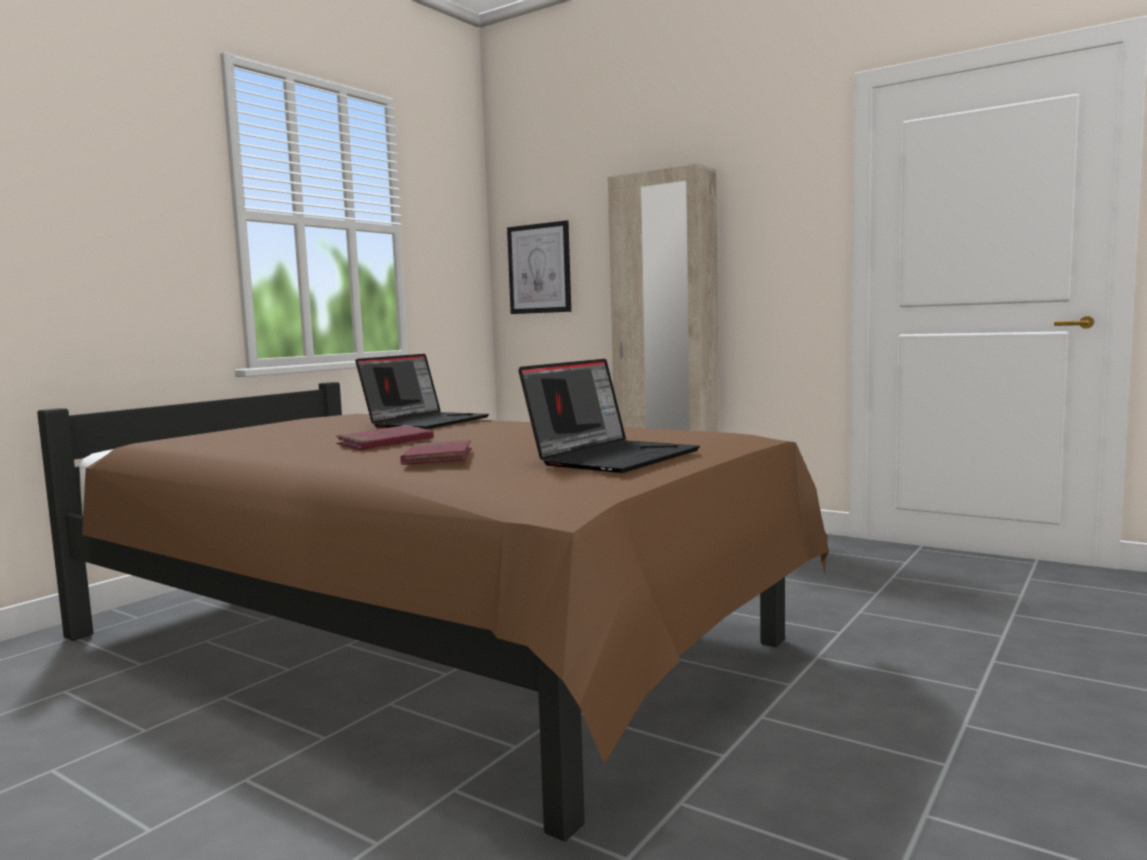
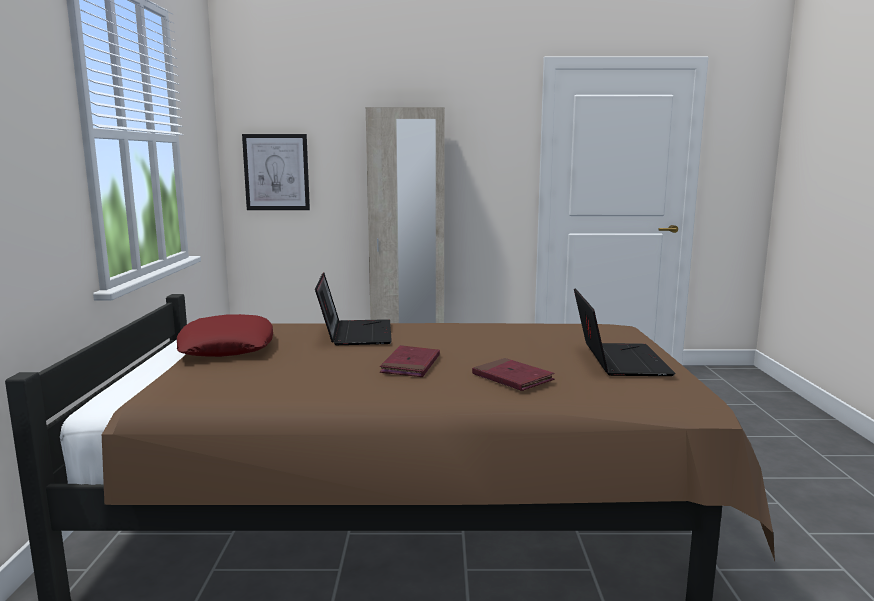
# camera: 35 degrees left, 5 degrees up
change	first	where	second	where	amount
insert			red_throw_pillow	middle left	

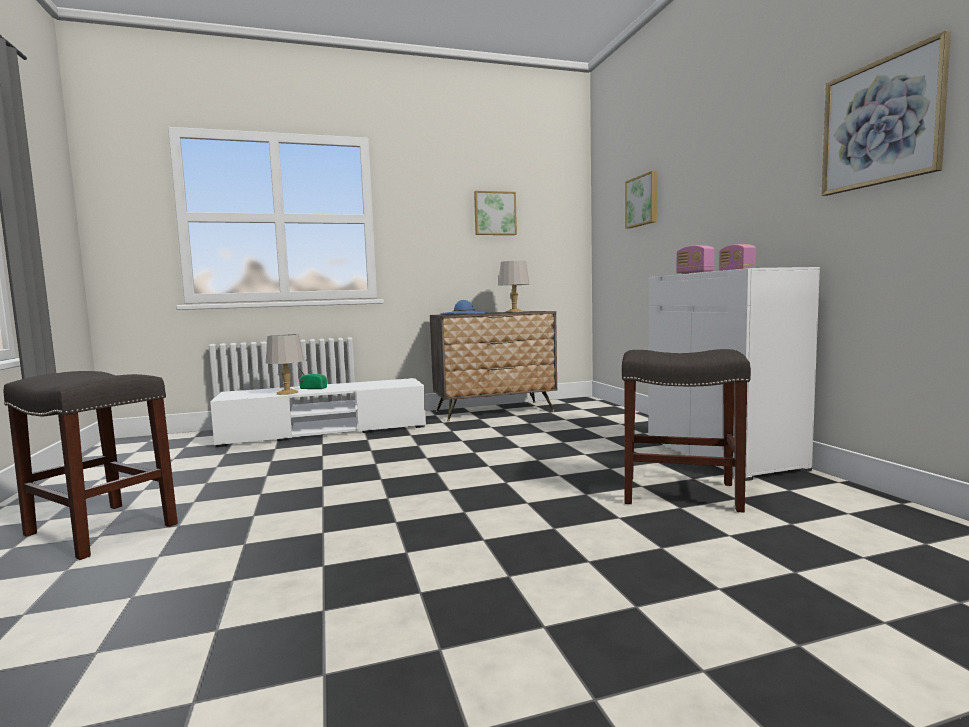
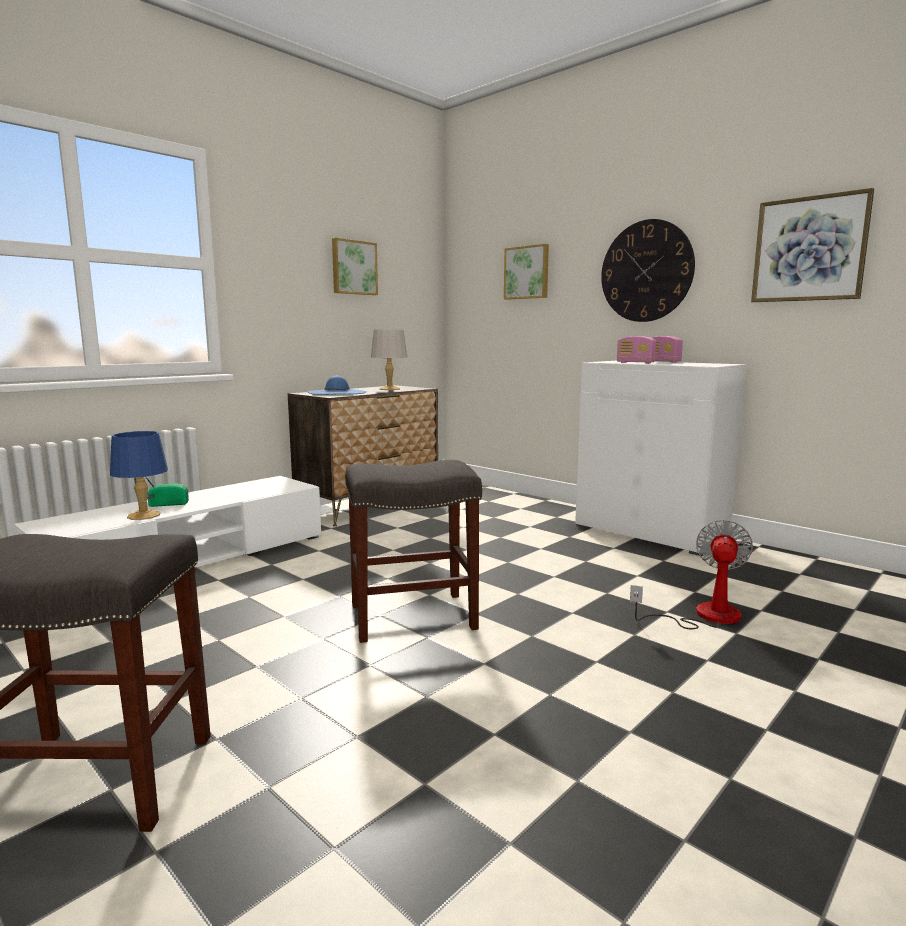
# camera: 30 degrees left, 5 degrees up
change	first	where	second	where	amount
insert			wall_clock	top right	
insert			fan	middle right	
move	greyish_sitting_stool (2nd from left)	middle right		centre	
recolor	greyish_tabletop_lamp (1st from left)	middle left	blue_tabletop_lamp	middle left	

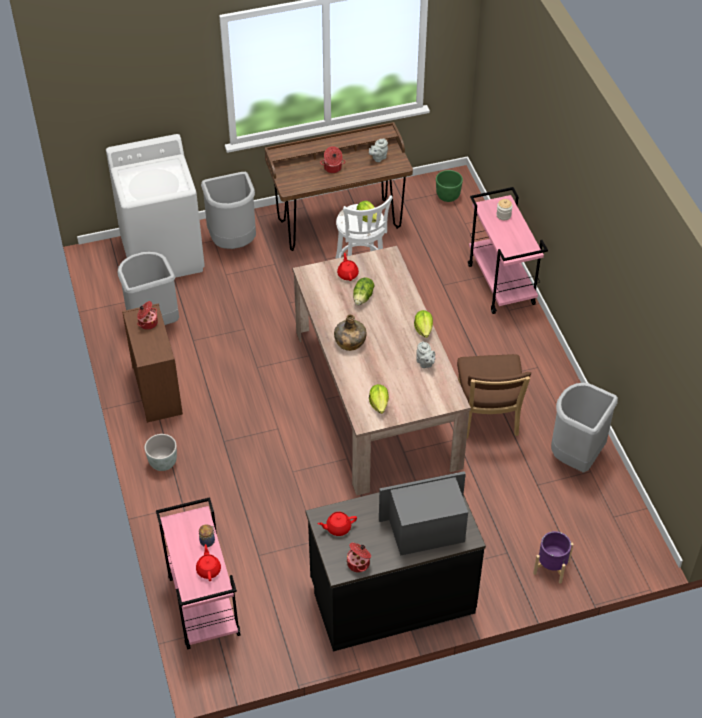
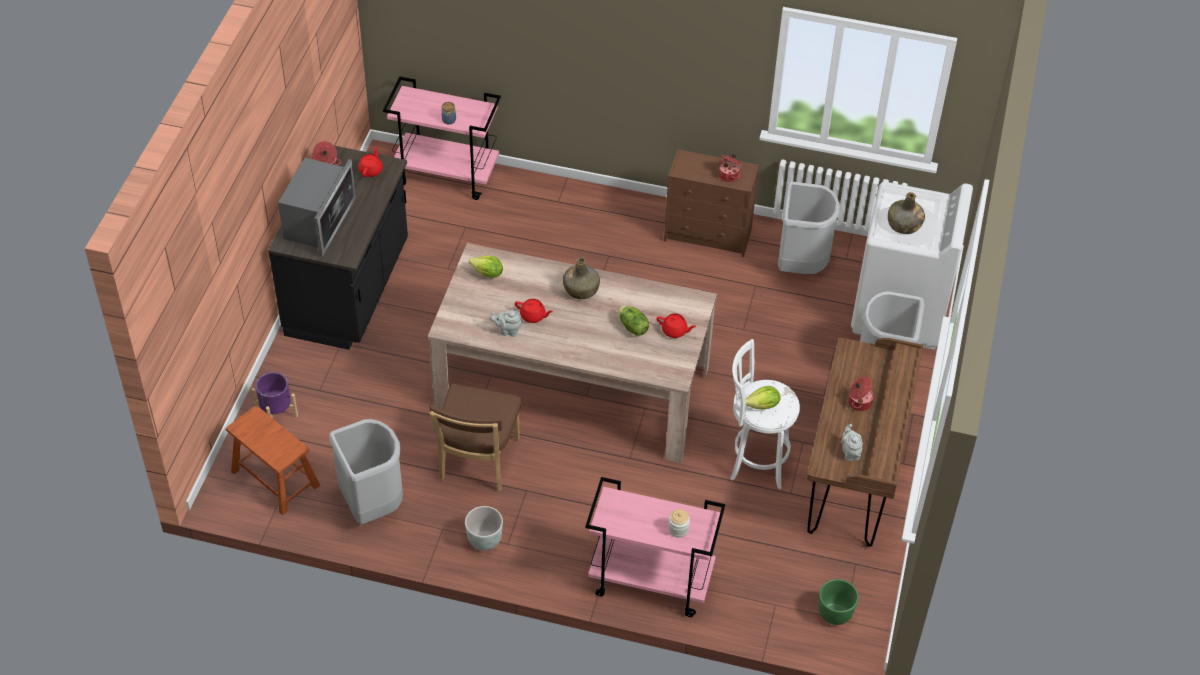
# camera: 120 degrees right, 0 degrees up
change	first	where	second	where	amount
delete	lettuce_head (4th from left)	centre			
insert			brown-coloured_sitting_stool	bottom left	
insert			green_drink_bottle (2nd from left)	top right	
move	greyish_plant_pot	middle left		bottom centre	
move	red_tea_pot (1st from left in the first image)	bottom left	red_tea_pot (2nd from left)	centre	
rotate	brown-coloured_upright_chair	middle right		centre	105 degrees counterclockwise

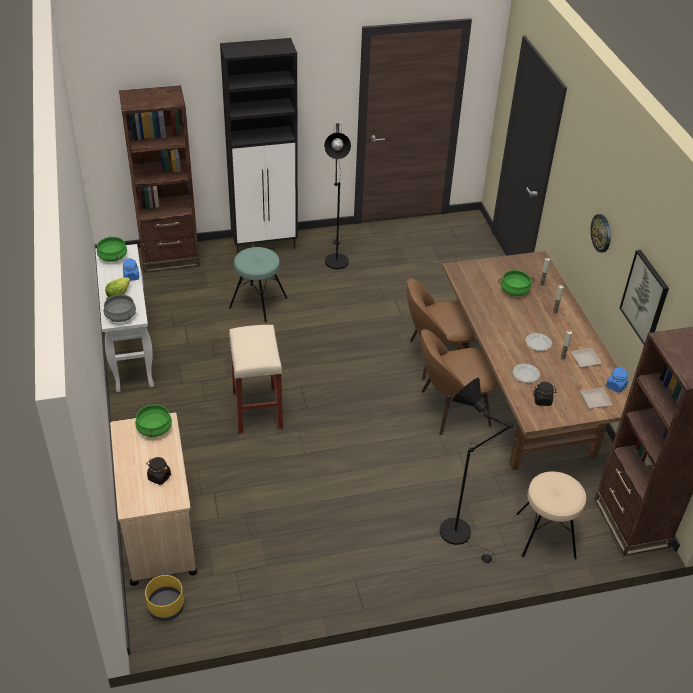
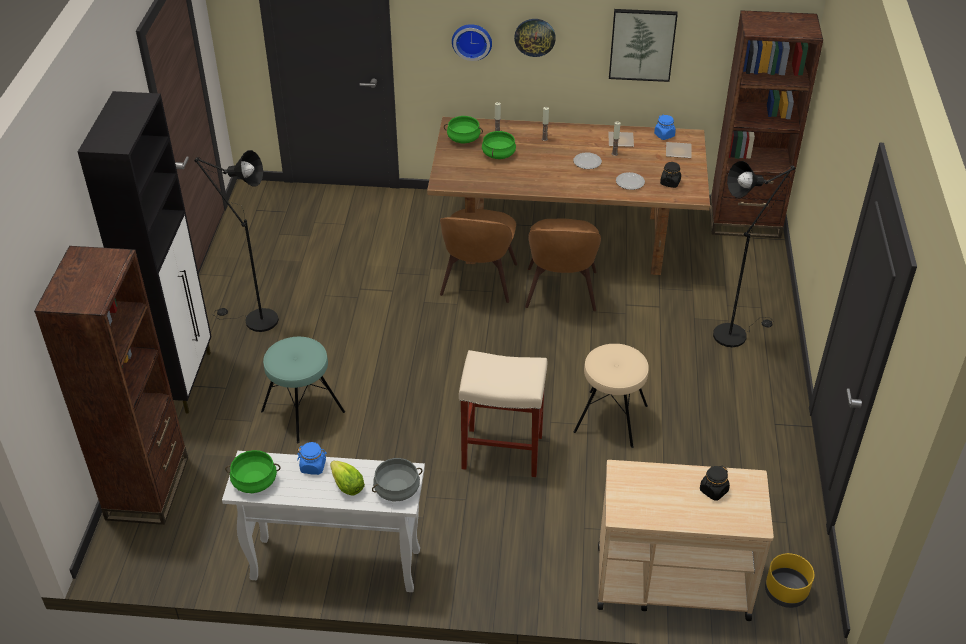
# camera: 70 degrees left, 0 degrees up
change	first	where	second	where	amount
insert			wall_clock (1st from left)	top centre	
move	green_saucepot (2nd from left)	middle left		top centre	
move	sand-coloured_sitting_stool (2nd from left)	bottom right		centre	

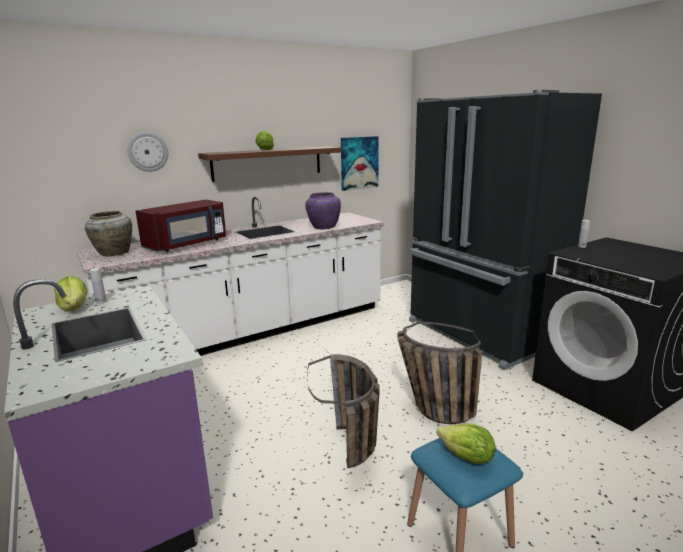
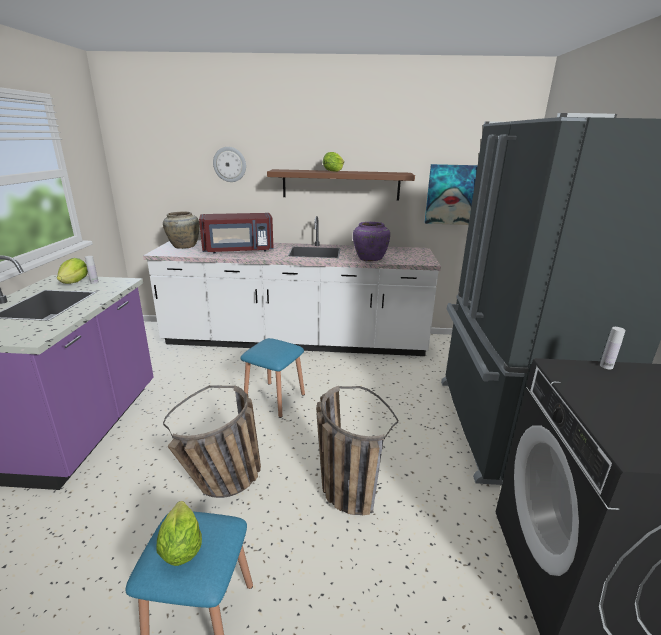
# camera: 35 degrees right, 5 degrees up
change	first	where	second	where	amount
insert			blue_sitting_stool (2nd from left)	centre	

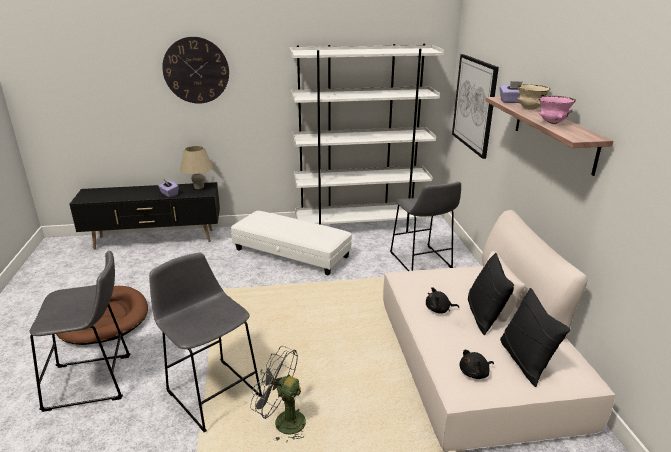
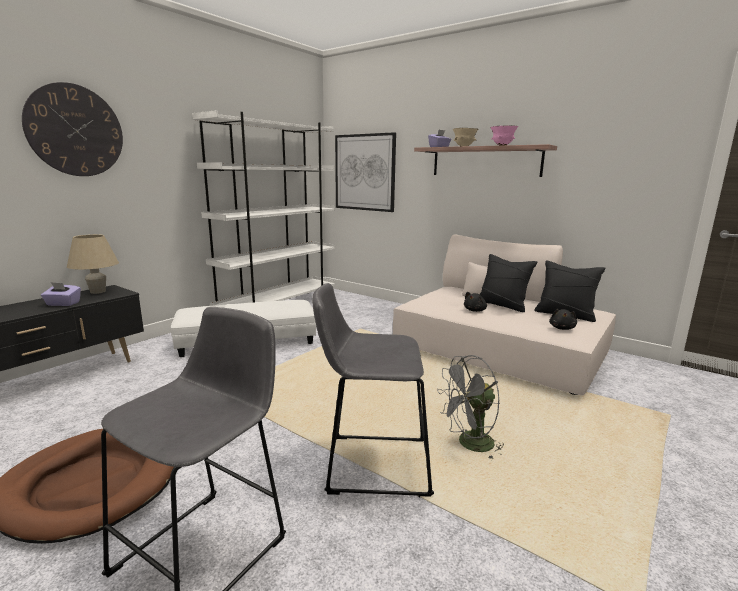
# camera: 45 degrees left, 10 degrees down
change	first	where	second	where	amount
delete	greyish_sitting_stool (3rd from left)	centre			

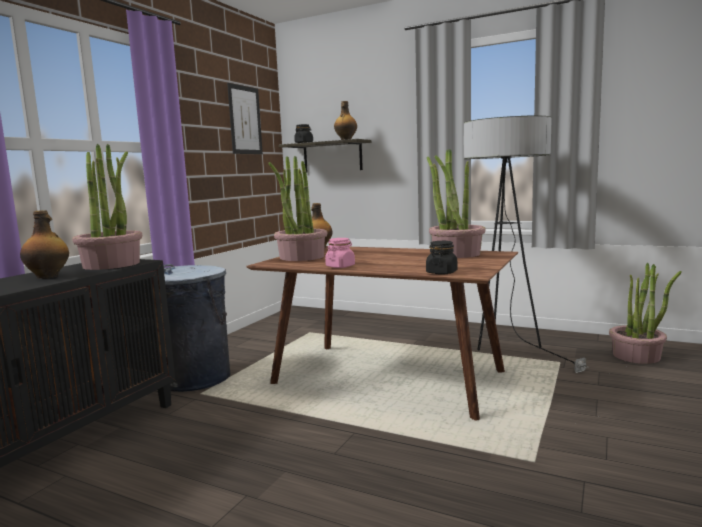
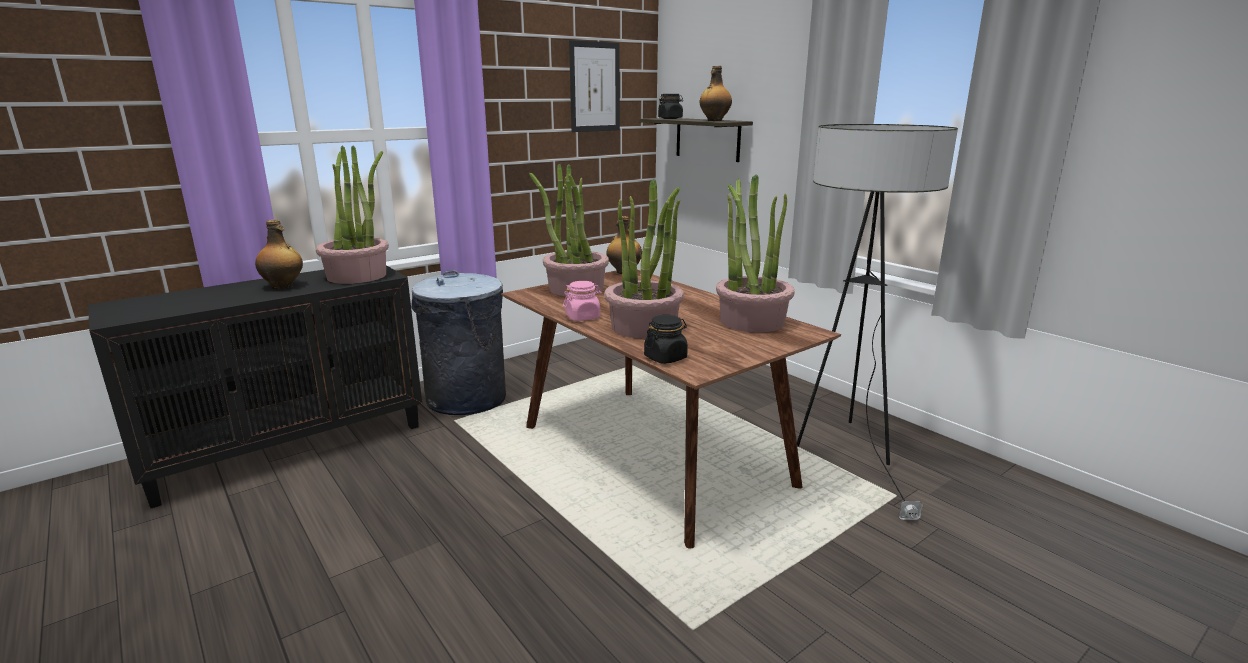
# camera: 25 degrees right, 10 degrees up
change	first	where	second	where	amount
move	plant_in_a_pot (4th from left in the first image)	middle right	plant_in_a_pot (3rd from left)	centre	

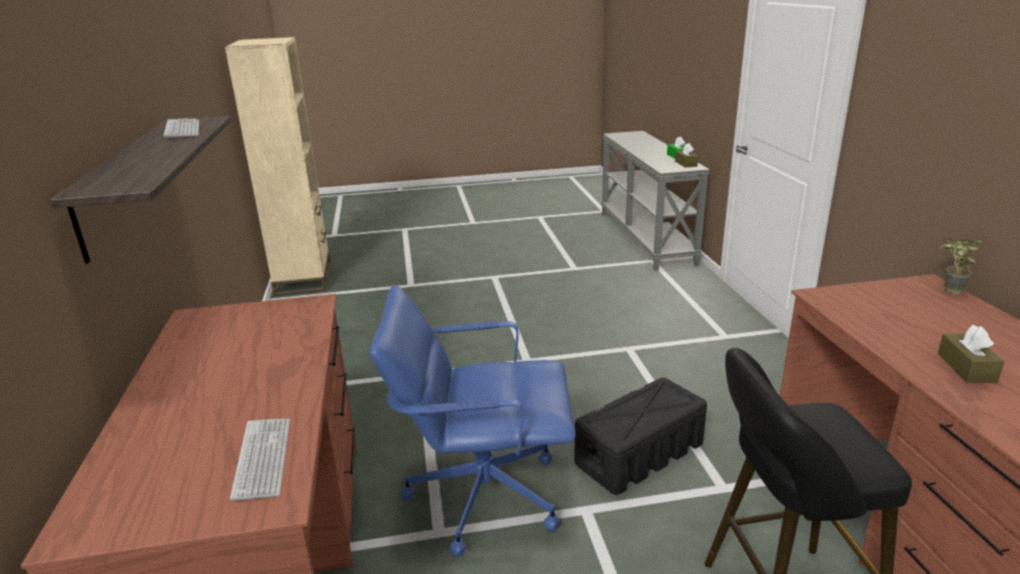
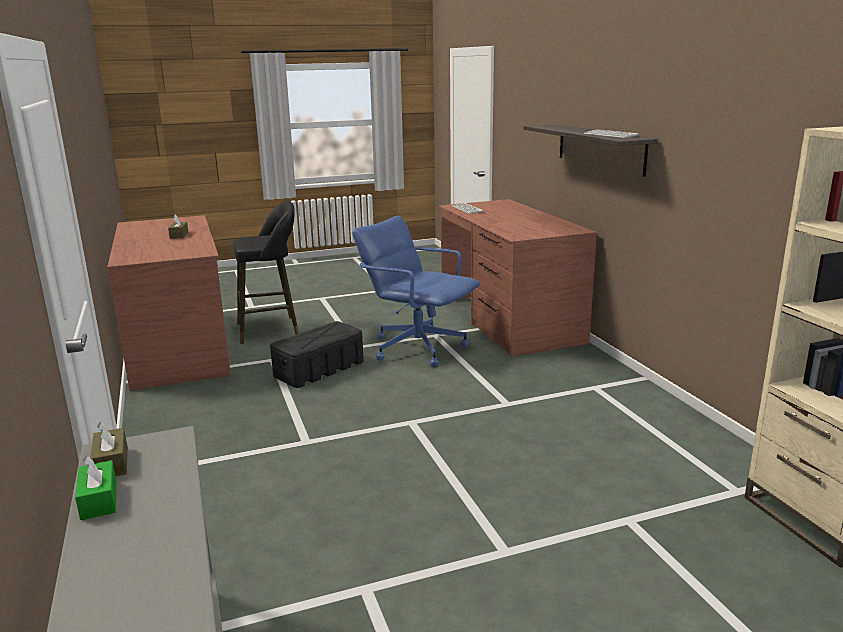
# camera: 170 degrees right, 5 degrees down
change	first	where	second	where	amount
delete	plant_in_a_pot	middle right			
rotate	blue_office_chair	bottom centre		centre	135 degrees counterclockwise

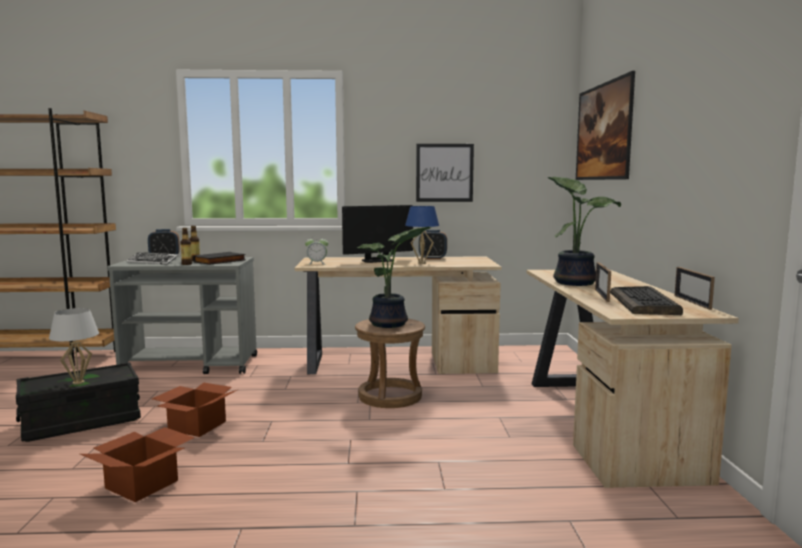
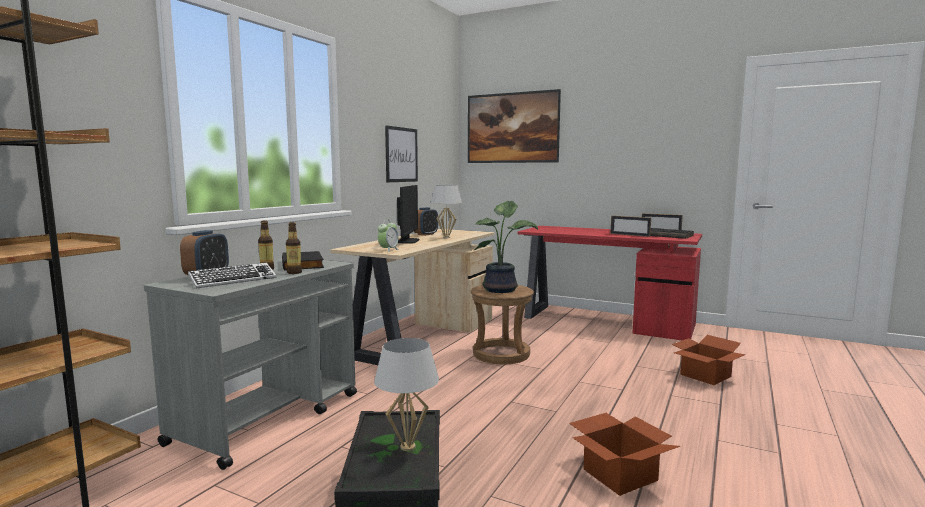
# camera: 60 degrees left, 0 degrees up
change	first	where	second	where	amount
delete	plant_in_a_pot (2nd from left)	middle right			
move	packing_box (2nd from left)	bottom left		bottom right	
recolor	blue_tabletop_lamp	centre	whitish_tabletop_lamp (2nd from left)	centre	
recolor	sand-coloured_desk_table (2nd from left)	bottom right	red_desk_table	centre	

